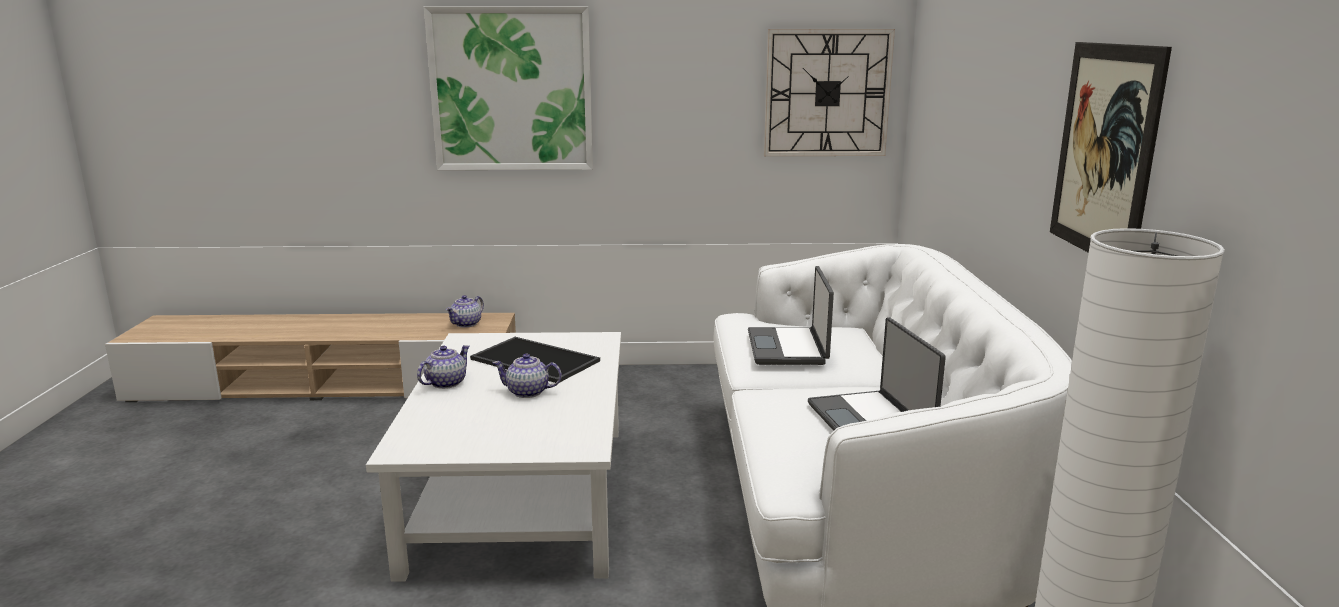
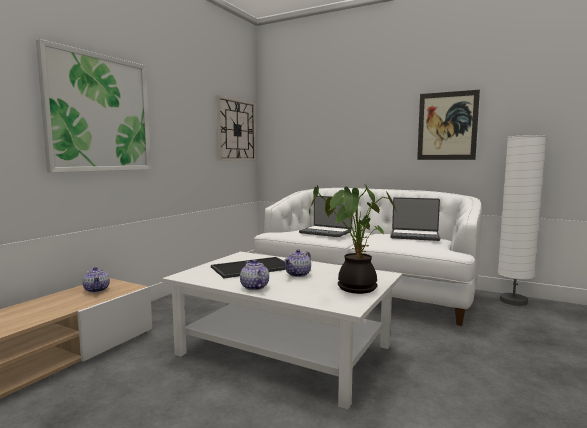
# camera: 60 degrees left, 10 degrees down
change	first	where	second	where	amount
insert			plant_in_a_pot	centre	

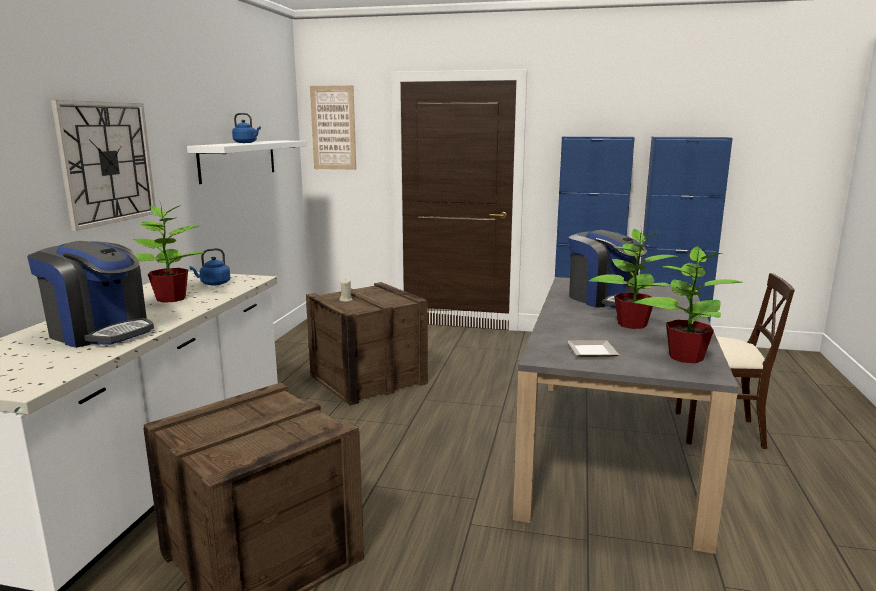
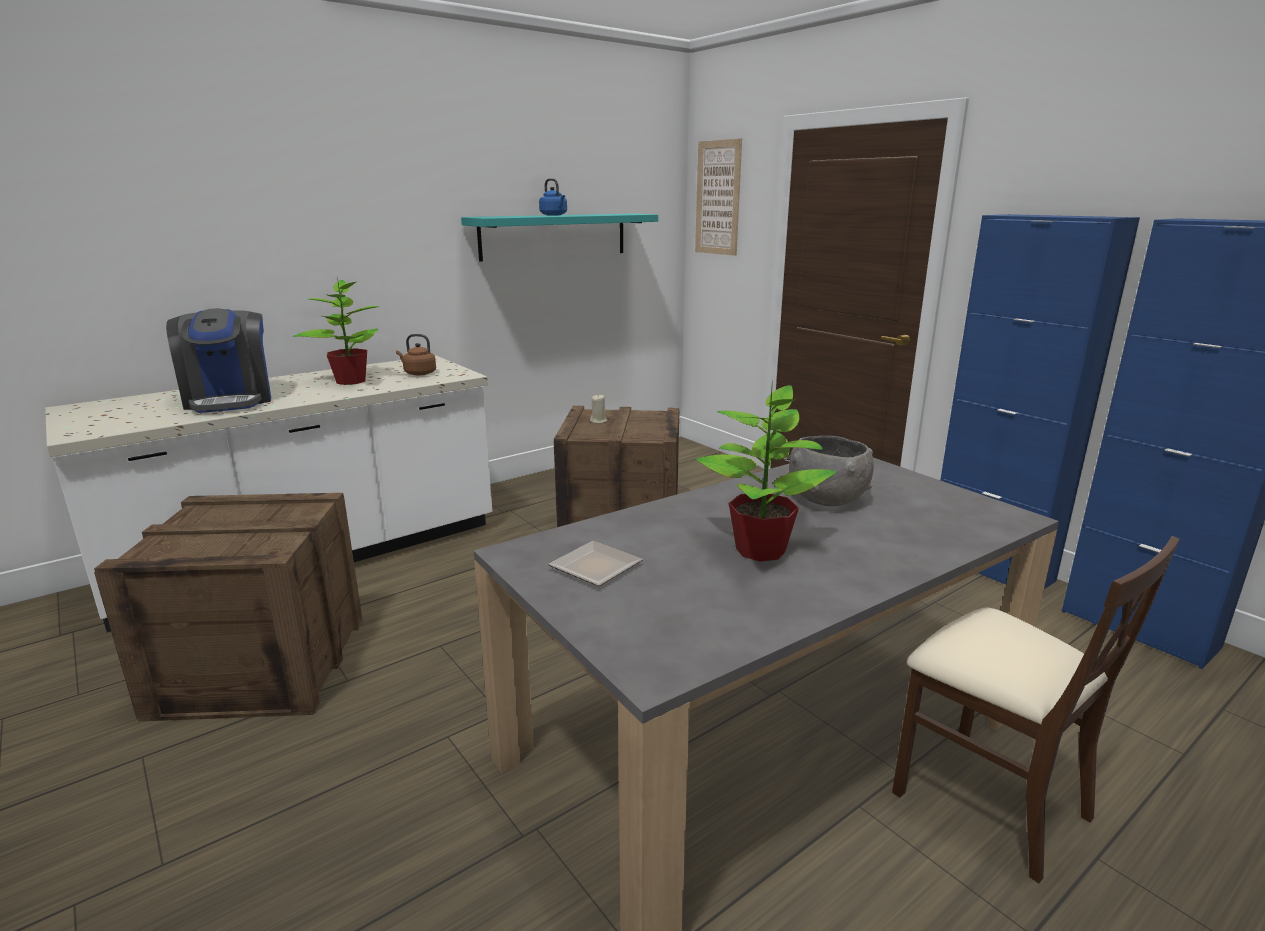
# camera: 40 degrees right, 5 degrees up
change	first	where	second	where	amount
delete	wall_clock	top left			
delete	plant_in_a_pot (3rd from left)	middle right			
replace	coffee_maker (2nd from left)	middle right	greyish_deep_dish	centre	
recolor	whitish_wall_shelf	top left	turquoise_wall_shelf	top centre	
recolor	blue_kettle (1st from left)	middle left	brown-coloured_kettle	middle left	

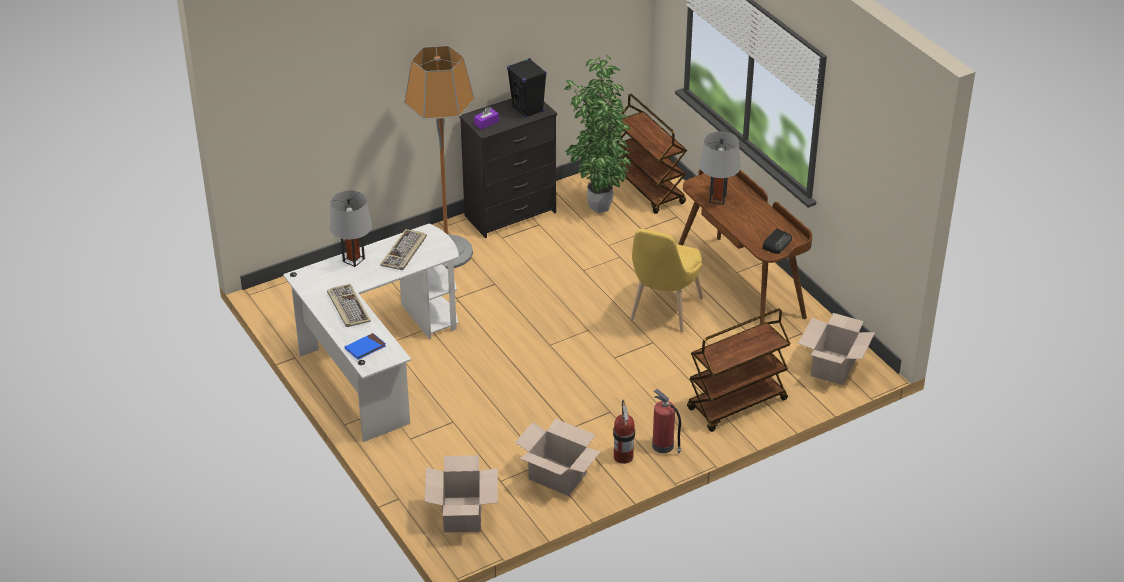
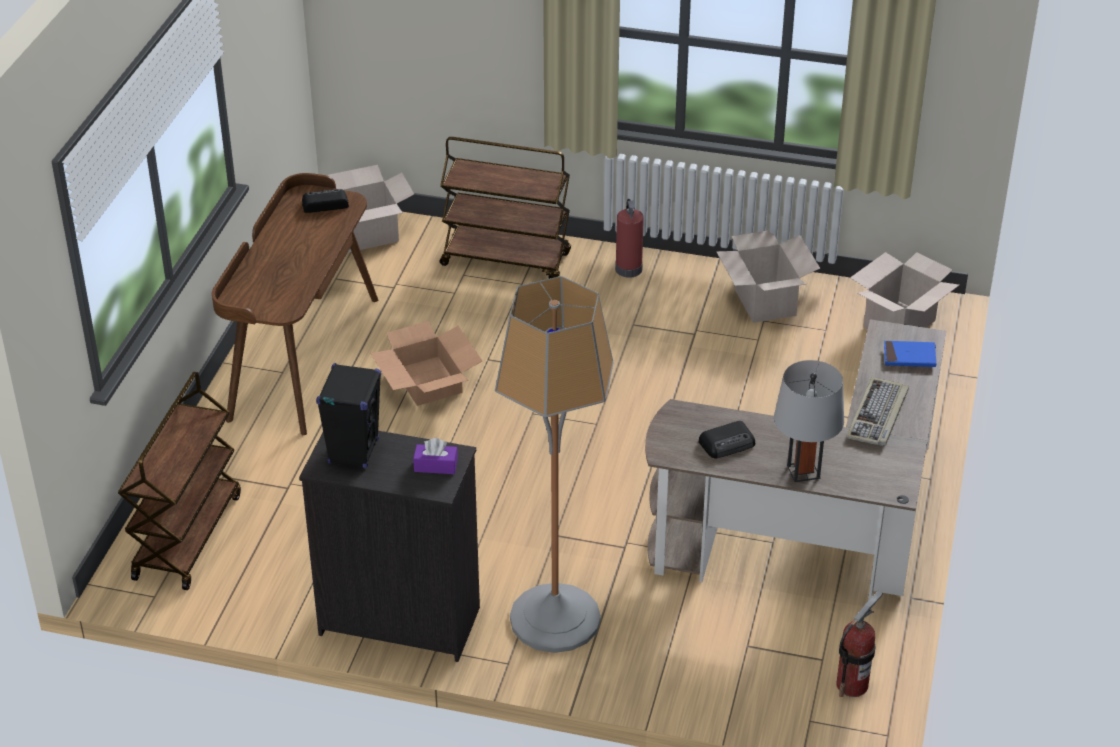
# camera: 135 degrees left, 0 degrees up
change	first	where	second	where	amount
delete	plant_in_a_pot	top centre			
delete	greyish_tabletop_lamp (2nd from left)	top centre			
move	extinguisher (1st from left in the first image)	bottom centre	extinguisher (2nd from left)	bottom right	
replace	keyboard (2nd from left)	centre	radio_receiver (2nd from left)	centre	
replace	yellow-coloured_upright_chair	centre	packing_box (2nd from left)	centre	
recolor	whitish_desk_table	middle left	brown-coloured_desk_table (2nd from left)	middle right	

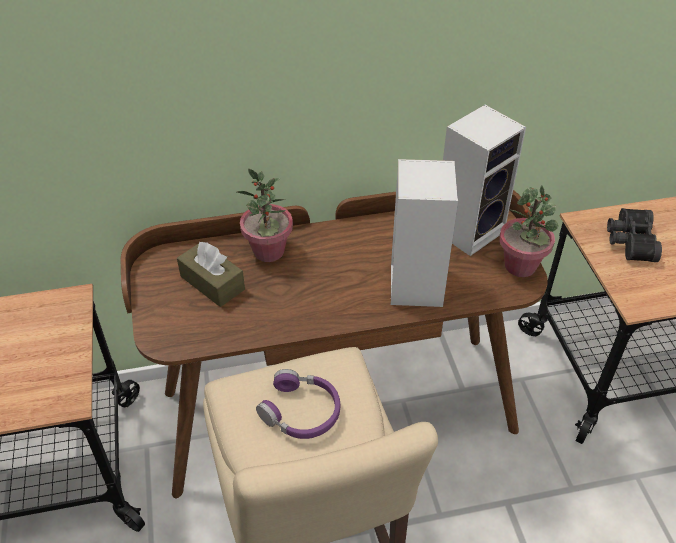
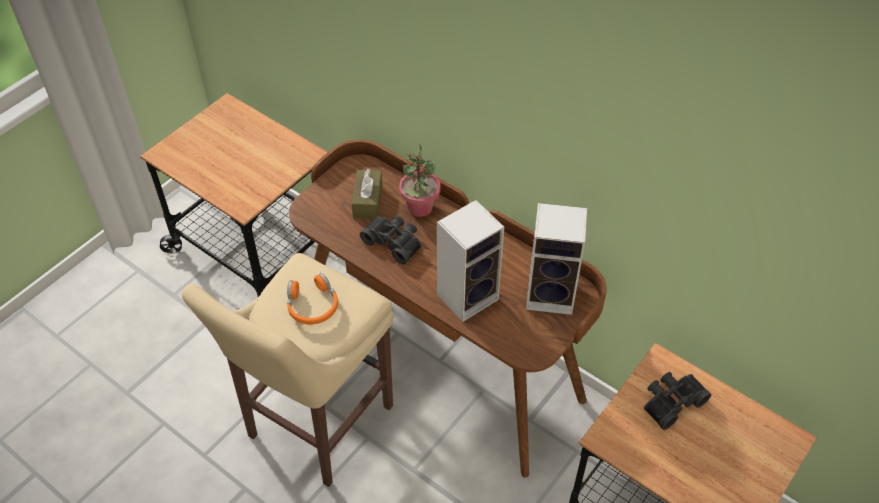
# camera: 50 degrees right, 5 degrees up
change	first	where	second	where	amount
delete	plant_in_a_pot (2nd from left)	middle right			
insert			black_field_glasses (1st from left)	centre	
recolor	purplish_headphones	bottom centre	orange-coloured_headphones	centre	

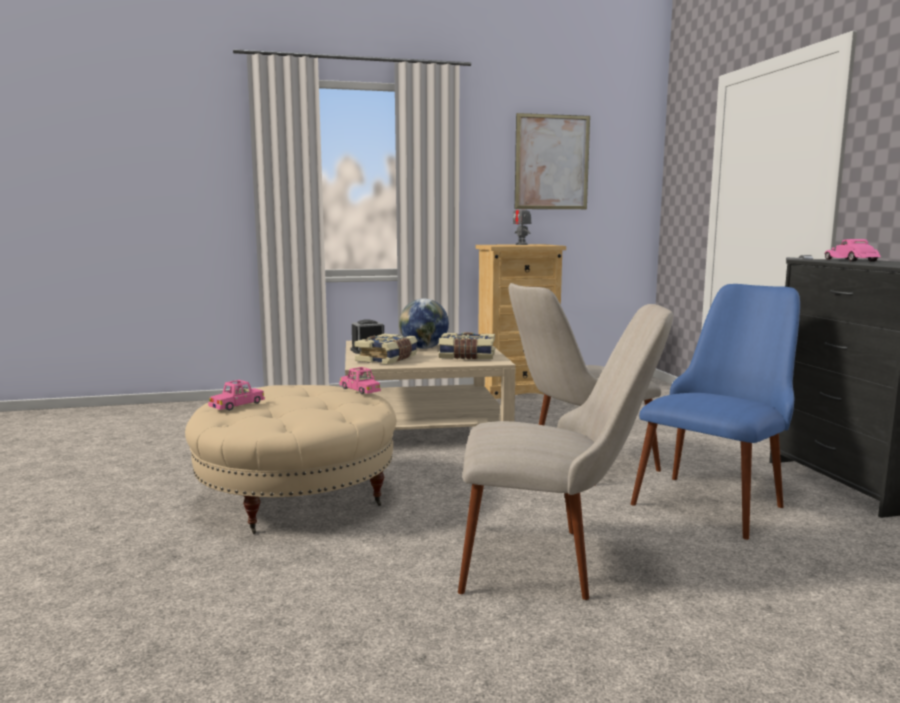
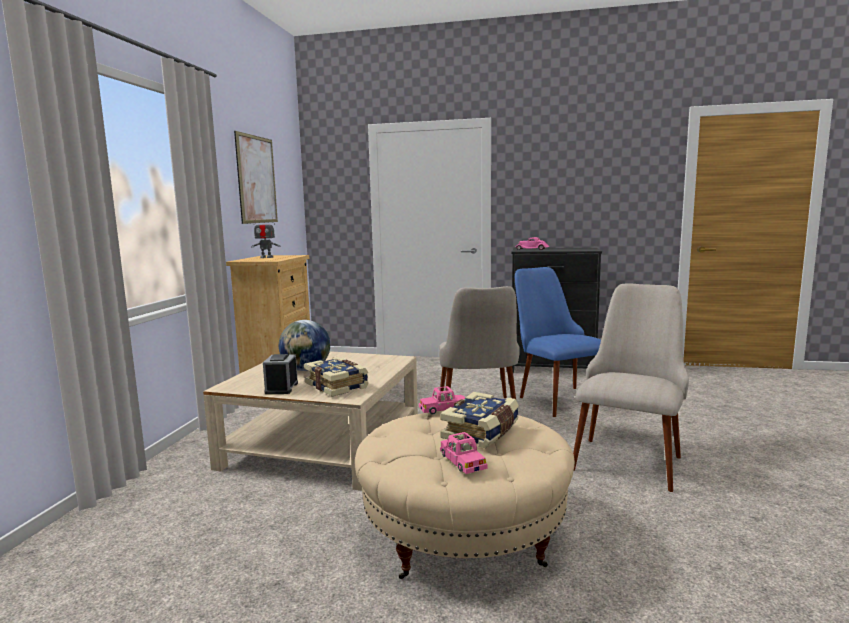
# camera: 65 degrees left, 0 degrees up
change	first	where	second	where	amount
move	bound_book (2nd from left)	centre		bottom centre	

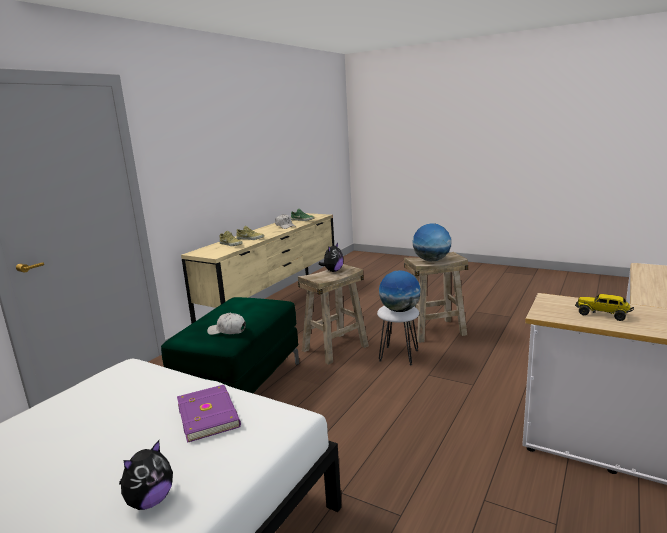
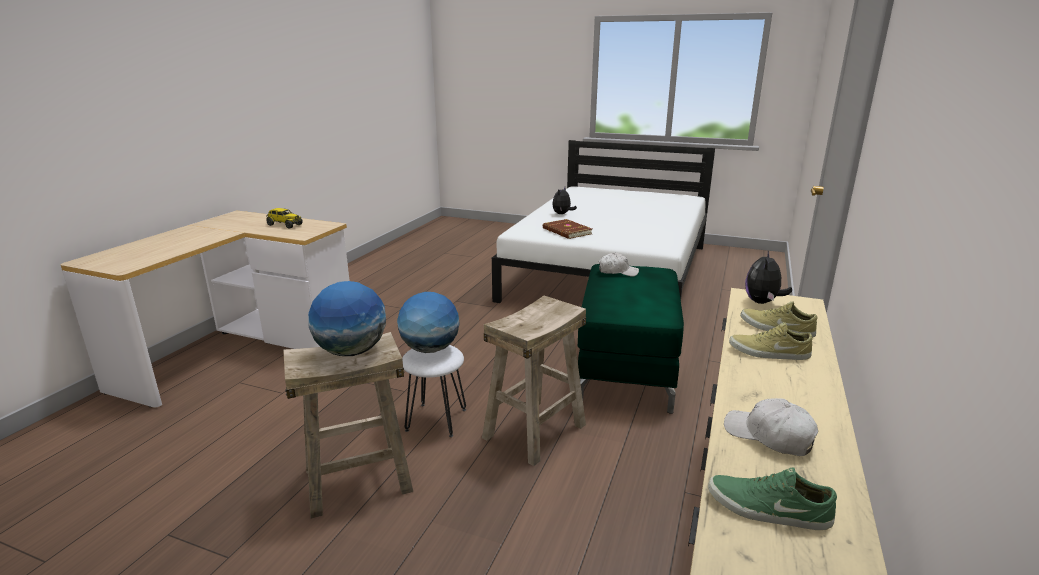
# camera: 170 degrees right, 5 degrees up
change	first	where	second	where	amount
move	soft_toy (2nd from left)	centre		middle right	
recolor	purplish_bound_book	bottom left	brown-coloured_bound_book	centre	

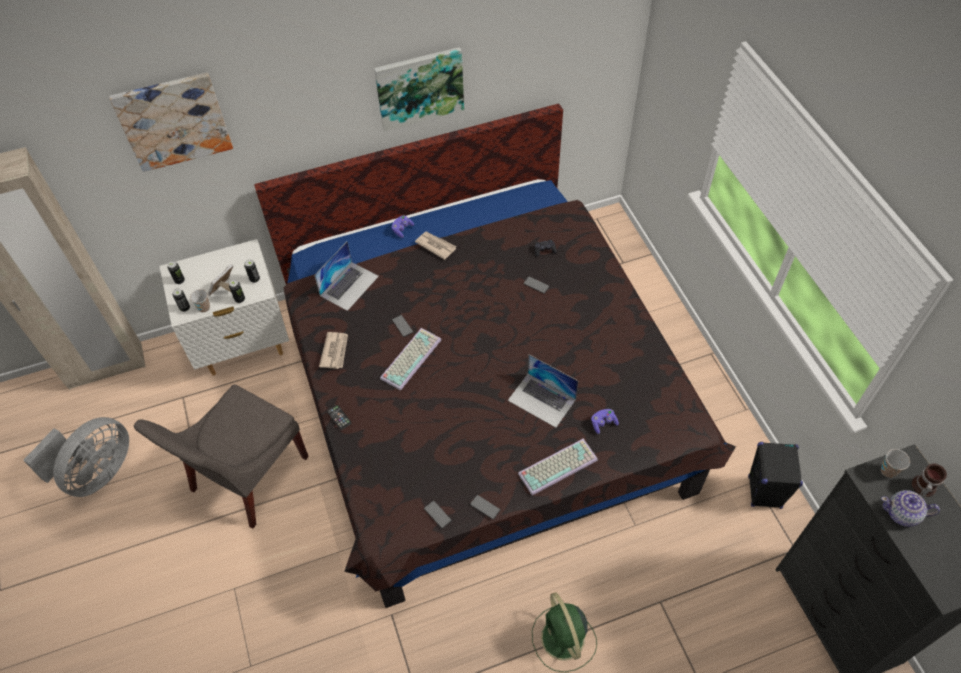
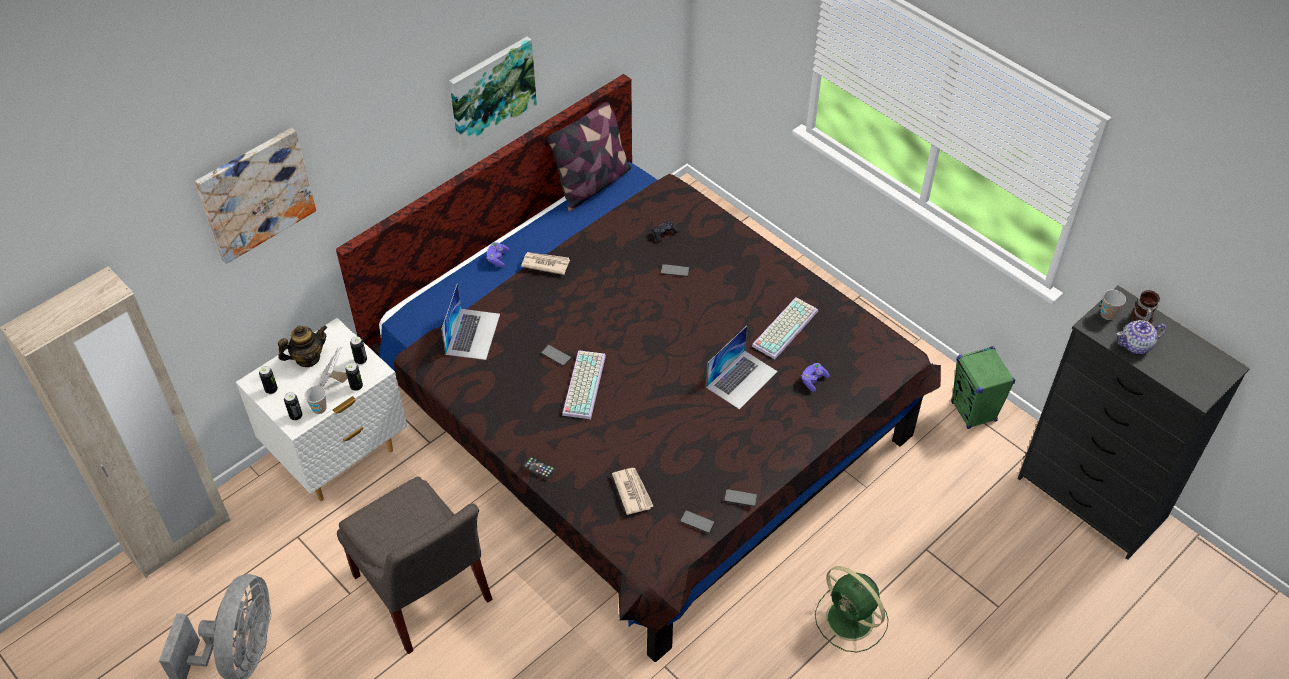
# camera: 25 degrees left, 5 degrees down
change	first	where	second	where	amount
insert			tea_pot (1st from left)	middle left	
insert			throw_pillow	top centre	
move	daily_paper (1st from left in the first image)	centre	daily_paper (2nd from left)	bottom centre	
move	keyboard (2nd from left)	bottom centre		centre	
recolor	black_audio_speaker	bottom right	green_audio_speaker	middle right	
rotate	greyish_upright_chair	bottom left		bottom left	45 degrees counterclockwise
rotate	portable_computer (2nd from left)	centre		centre	60 degrees counterclockwise

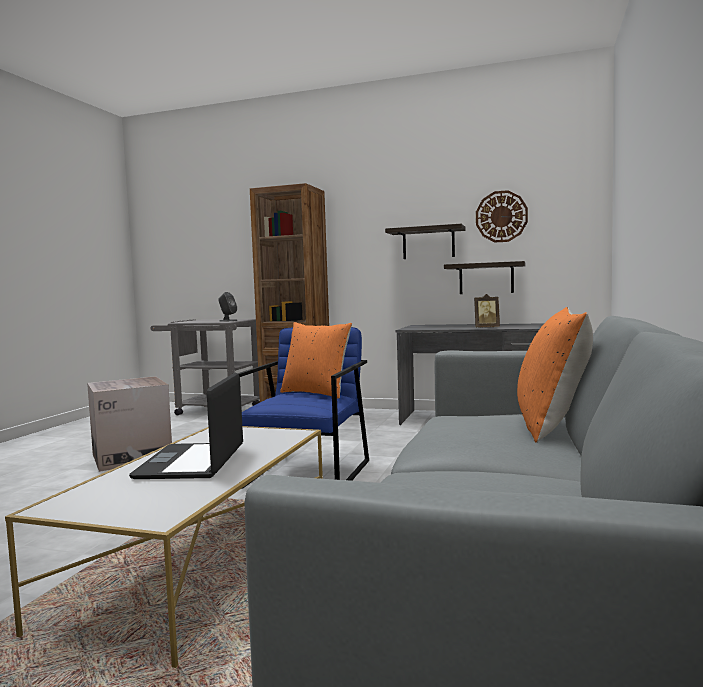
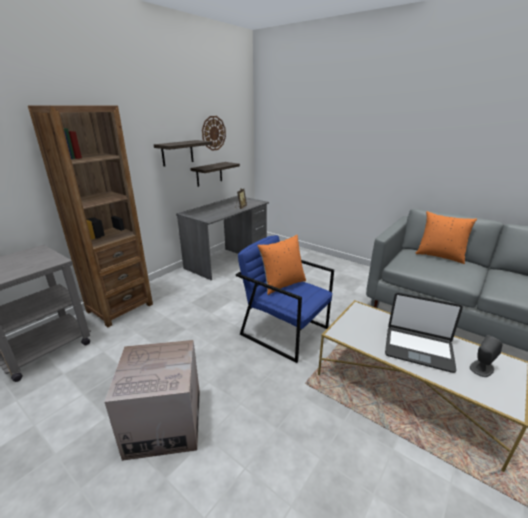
# camera: 70 degrees left, 20 degrees up
change	first	where	second	where	amount
move	greyish_audio_speaker	middle left		bottom right	

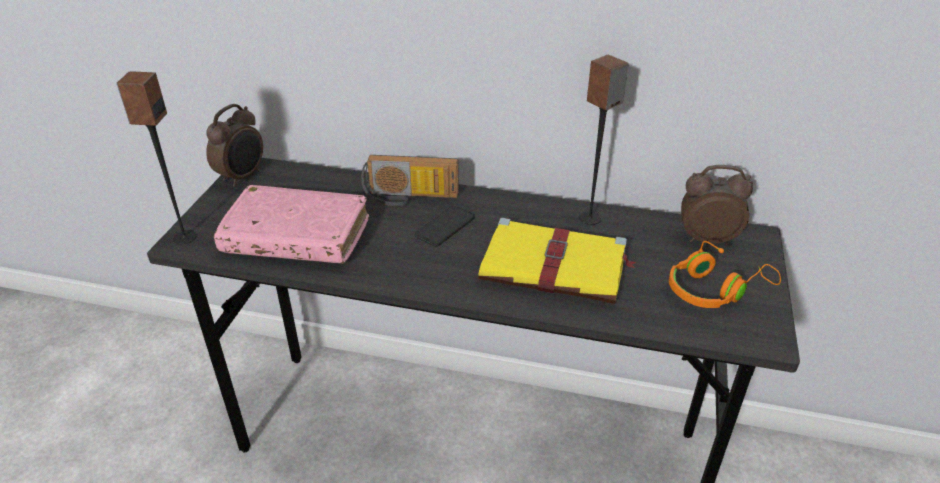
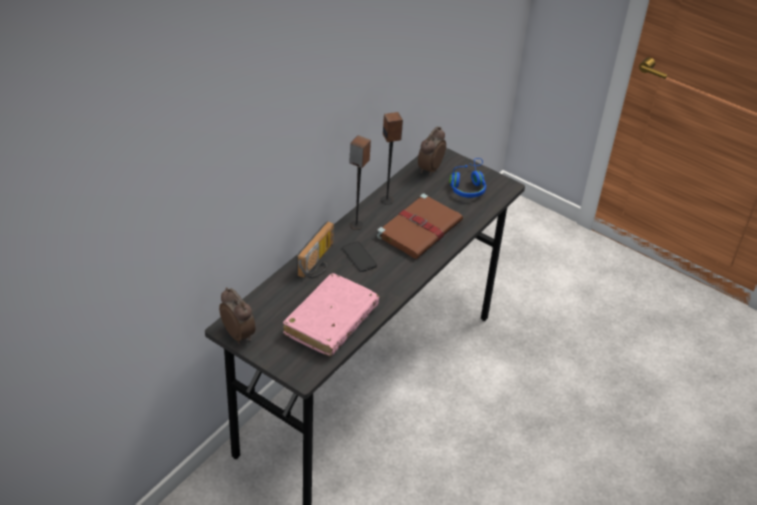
# camera: 70 degrees left, 5 degrees up
change	first	where	second	where	amount
move	audio_speaker (1st from left)	top left		centre	
recolor	yellow-coloured_bound_book	centre	brown-coloured_bound_book	centre	
recolor	orange-coloured_headphones	middle right	blue_headphones	centre	

